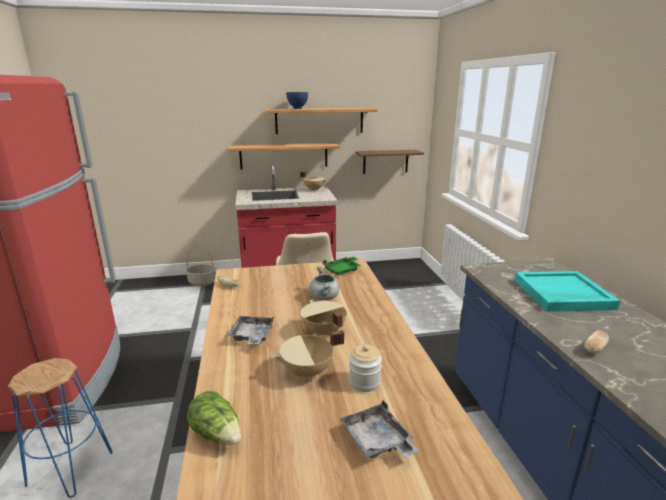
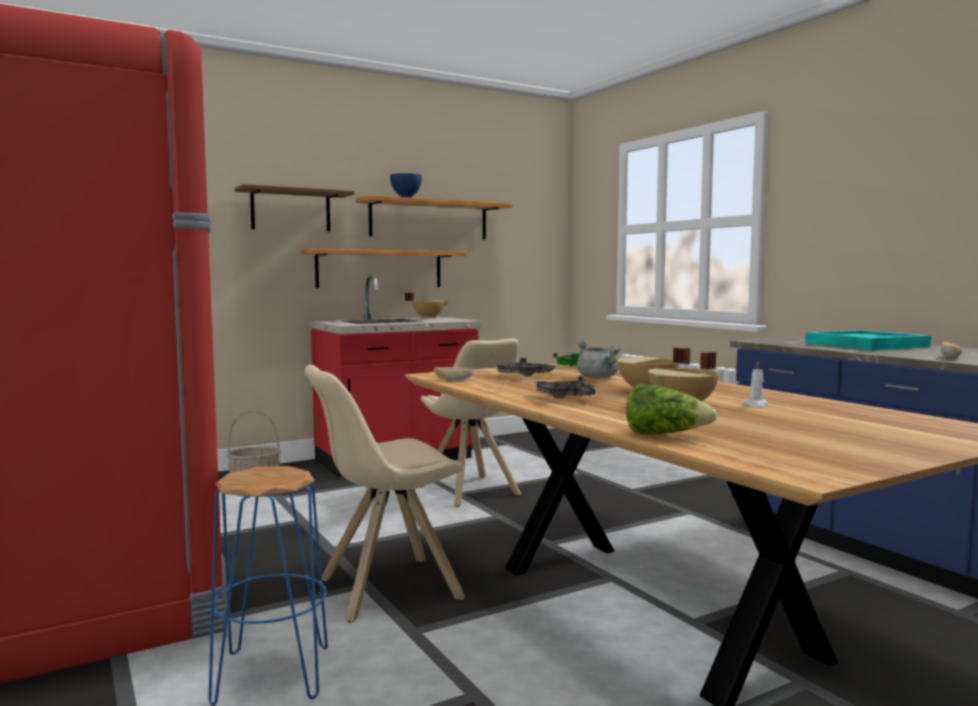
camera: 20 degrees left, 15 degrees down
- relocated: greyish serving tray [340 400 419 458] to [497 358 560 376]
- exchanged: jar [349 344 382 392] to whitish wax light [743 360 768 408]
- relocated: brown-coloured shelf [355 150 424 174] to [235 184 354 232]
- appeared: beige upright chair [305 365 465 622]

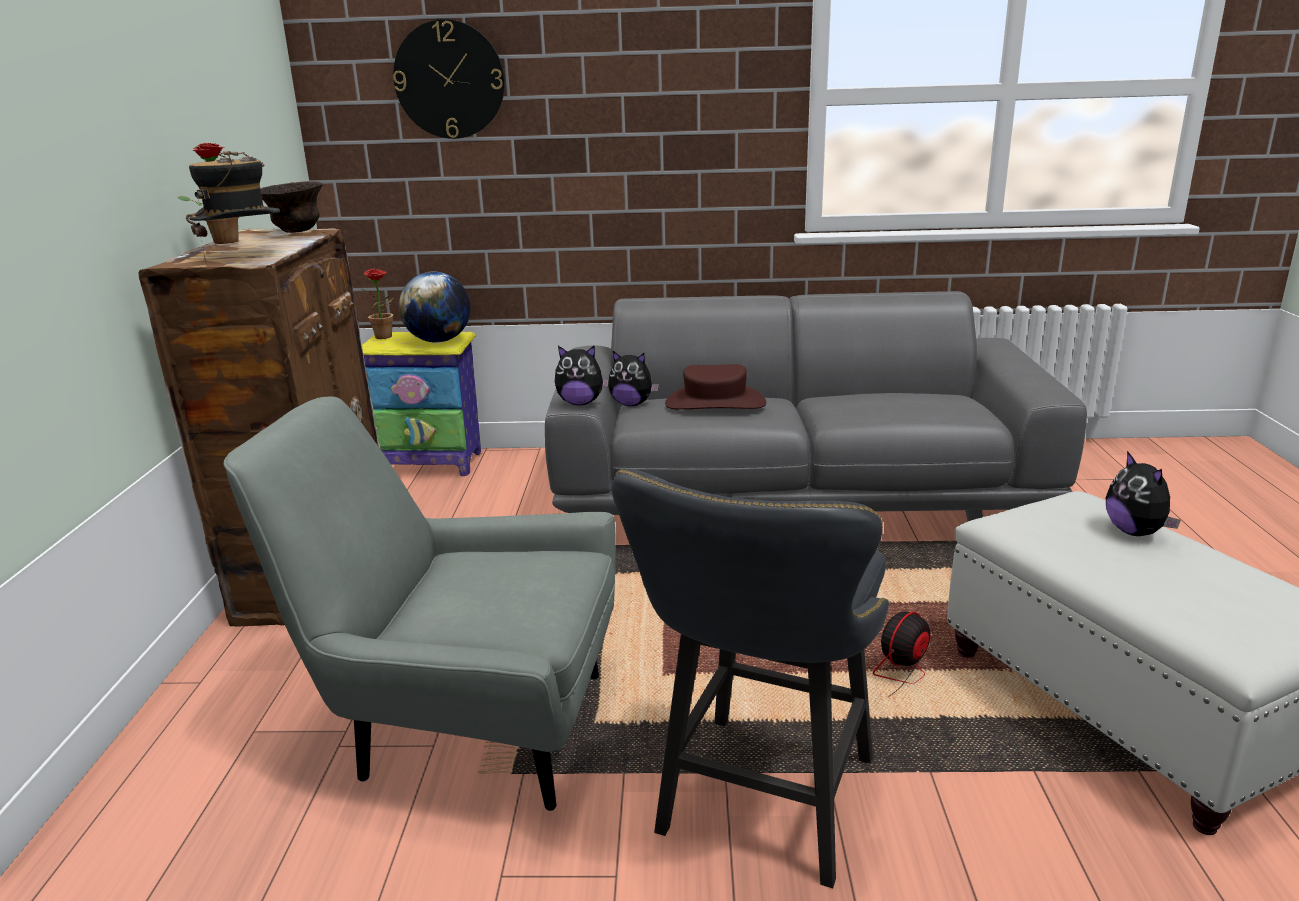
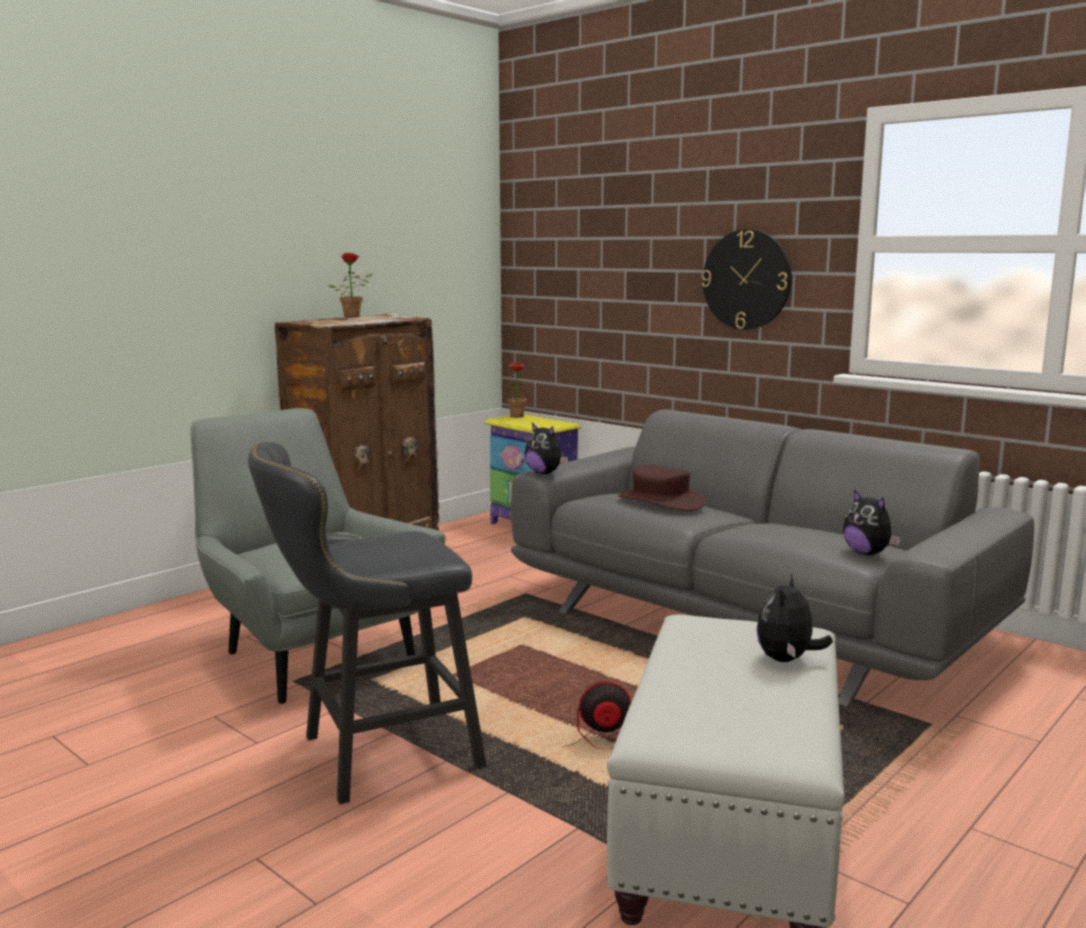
camera: 40 degrees right, 10 degrees down
- missing: clothing hat [186 151 280 264]
- missing: brown-coloured deep dish [260 181 323 233]
- relocated: hanging clock [393 19 505 139] to [701 229 792 330]
- missing: globe [399 272 471 343]
- relocated: cuddly toy [608 351 659 406] to [843 490 901 555]

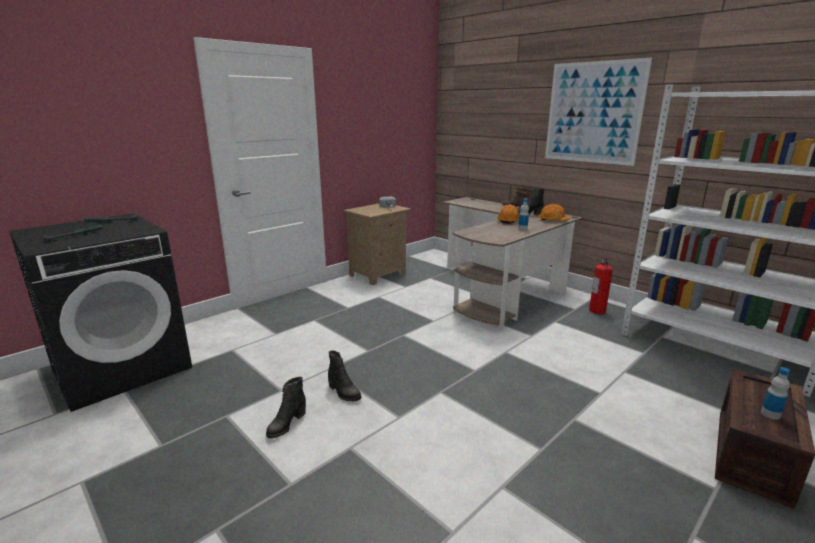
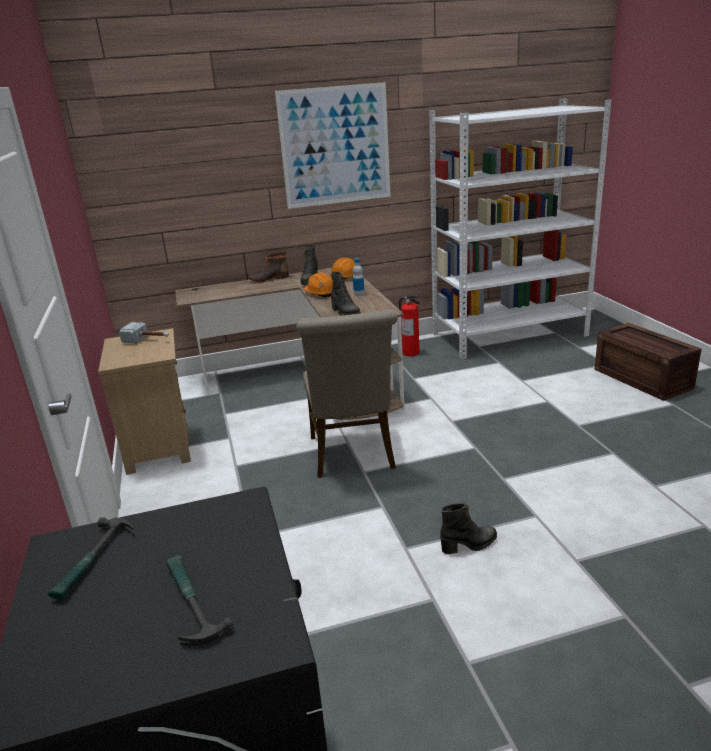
camera: 60 degrees left, 5 degrees up
- relocated: black-coloured tall boot [266 377 306 439] to [331 272 361 316]
- missing: bottle [761 367 790 420]
- appeared: beige upright chair [296 309 398 478]

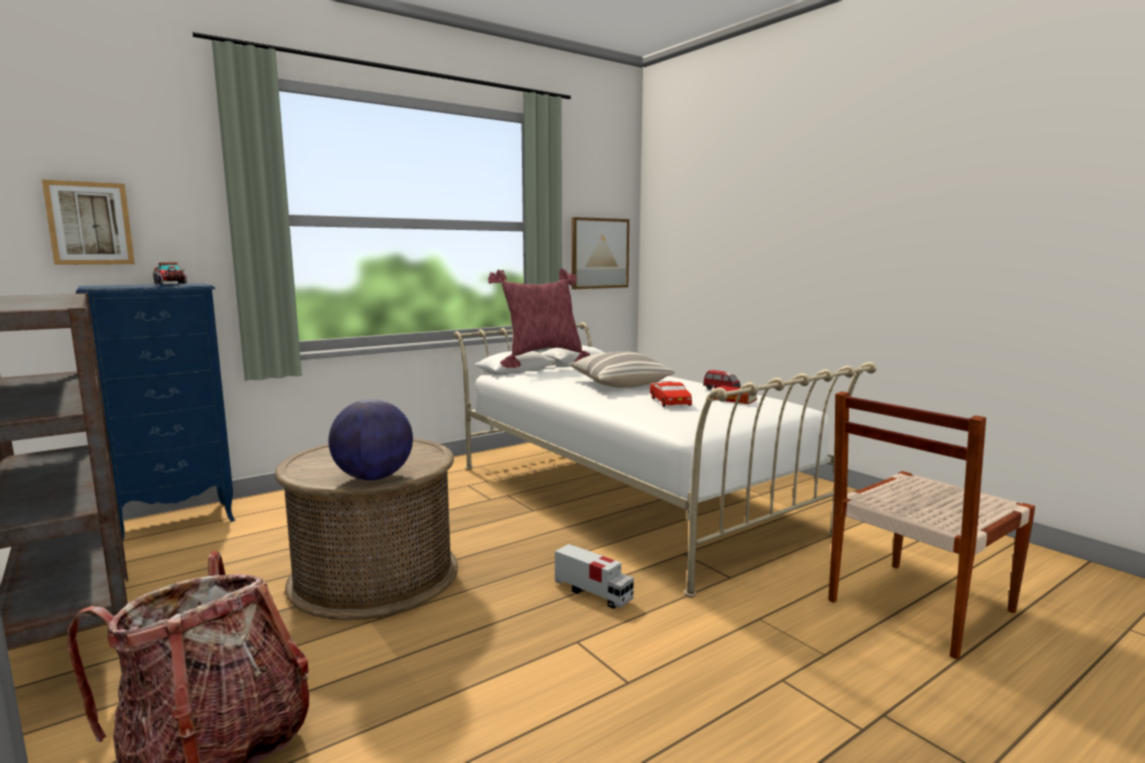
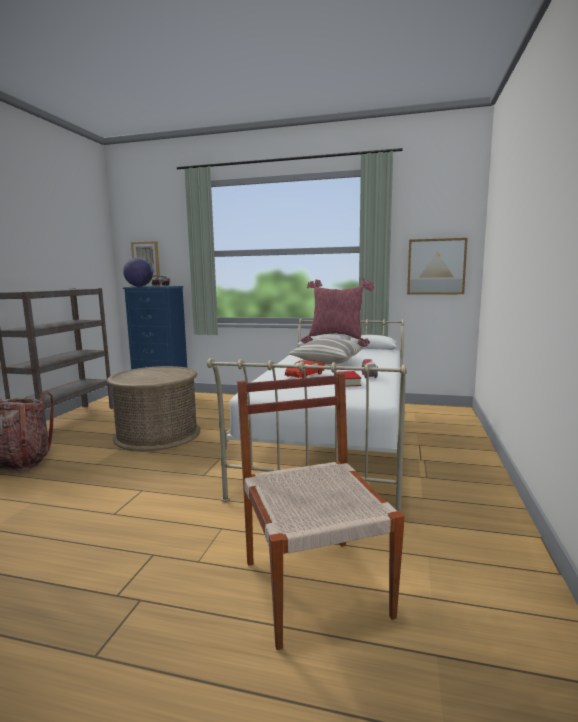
camera: 50 degrees right, 0 degrees up
- relocated: globe [328 399 413 480] to [123 258 153 287]
- missing: model truck [555 544 634 609]
- spun: upright chair [828 391 1035 660] = [237 373 404 650] 60 degrees clockwise

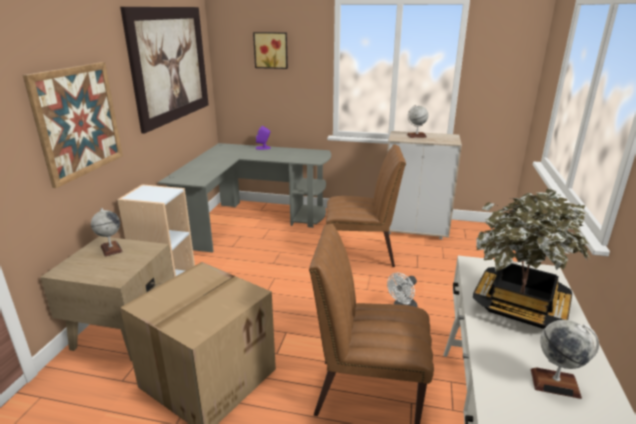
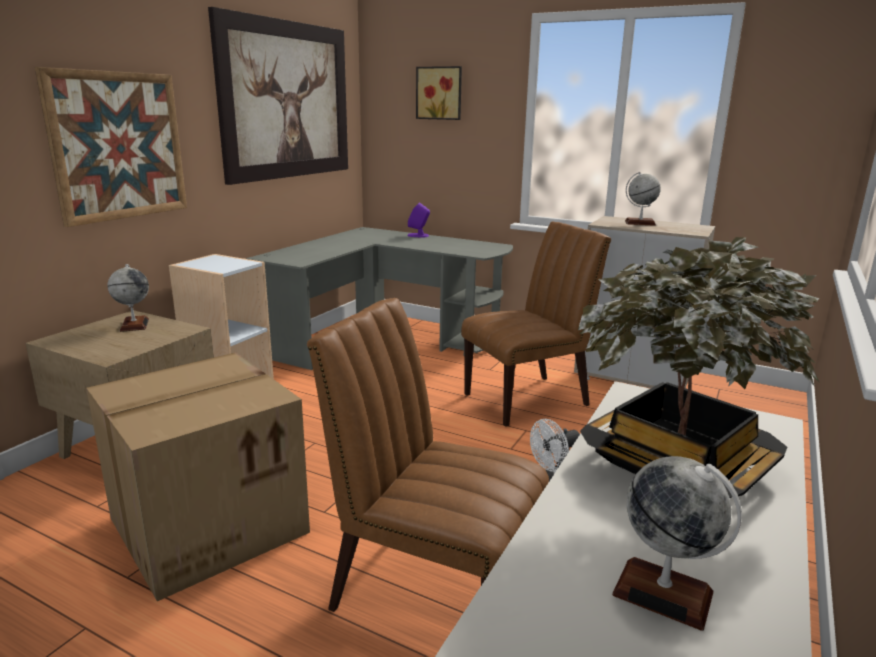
camera: 15 degrees right, 5 degrees down
- spun: brown-coloured upright chair [326 144 406 267] = [461 222 611 427] 45 degrees counterclockwise

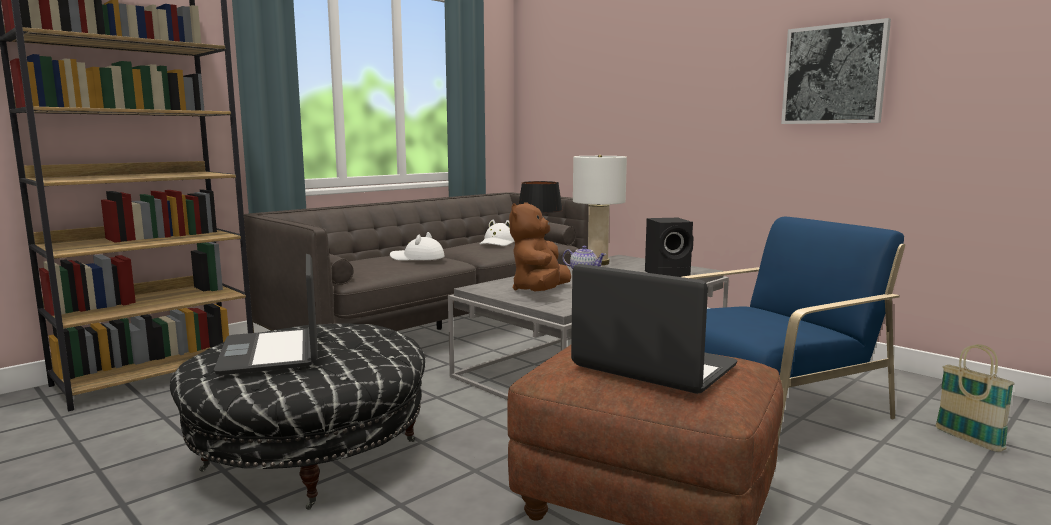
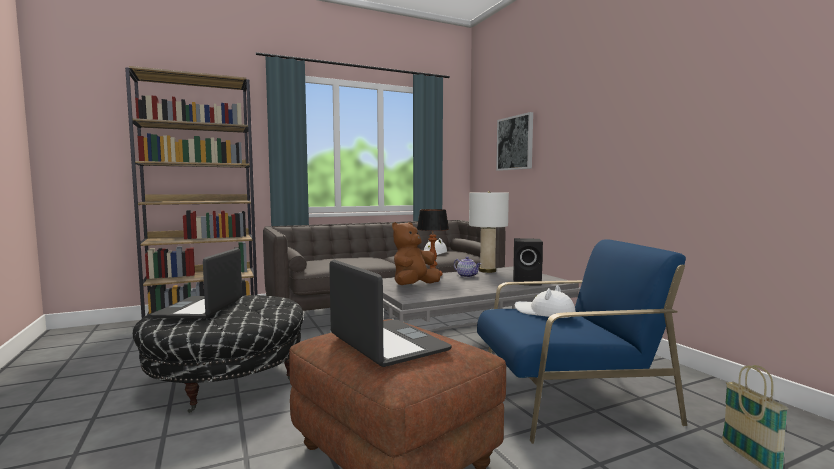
camera: 20 degrees right, 5 degrees down
- relocated: whitish clothing hat [390 232 445 261] to [515 285 576 318]
- relocated: picture [781 18 891 124] to [496 112 533 171]

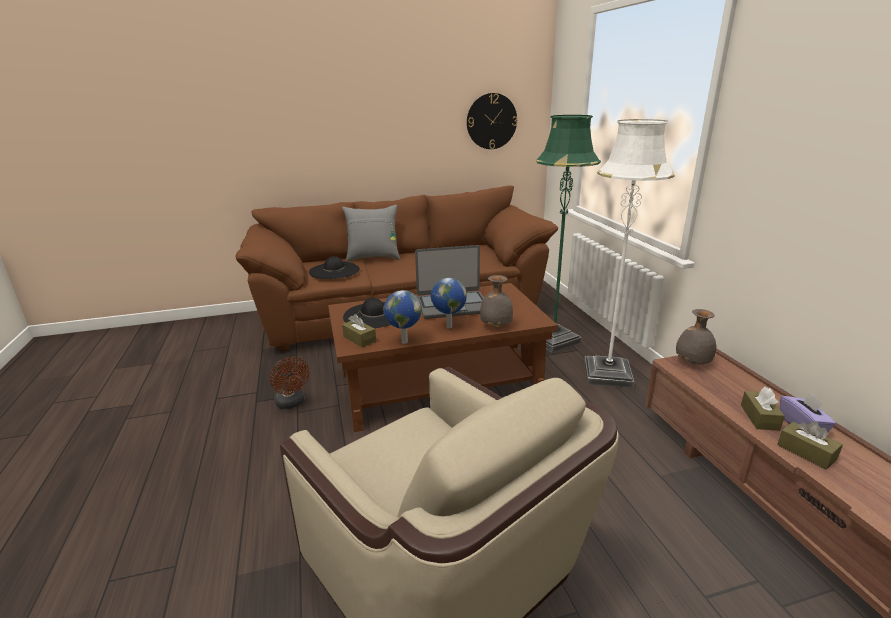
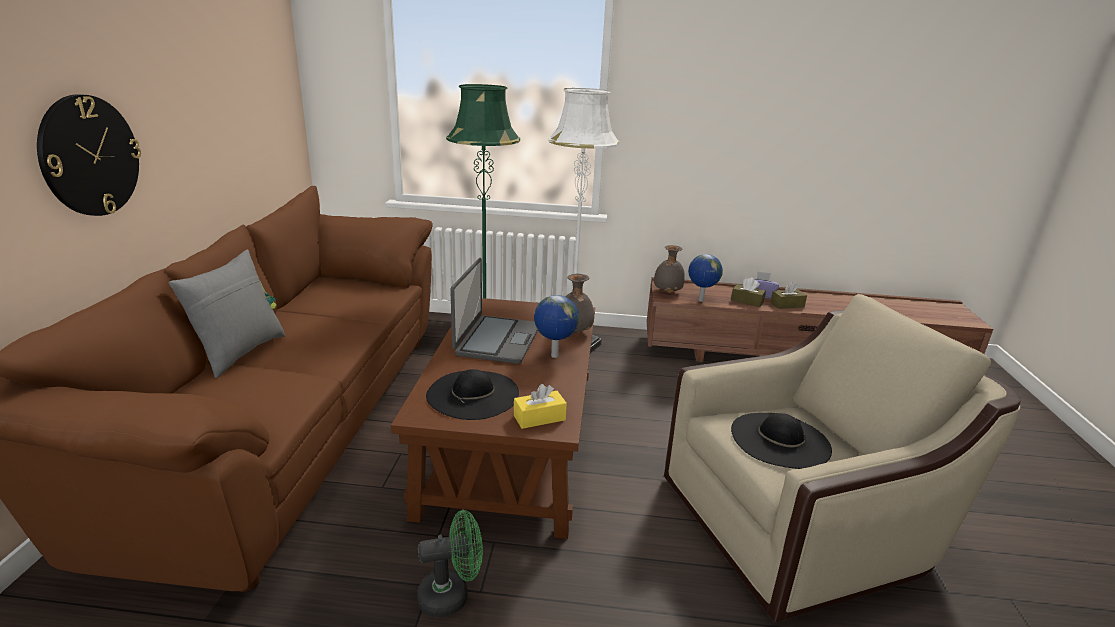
camera: 70 degrees left, 0 degrees up
- colour: brown-coloured cooling fan [270 357 309 409] to green-coloured cooling fan [417 510 483 617]
- relocated: black-coloured clothing hat [309 256 360 279] to [731 413 832 469]
- colour: brown-coloured tissue holder [342 314 376 347] to yellow tissue holder [514 384 567 429]
- relocated: globe [384 290 422 344] to [688 254 723 302]
- relocated: hanging clock [467 93 517 149] to [37 94 141 216]

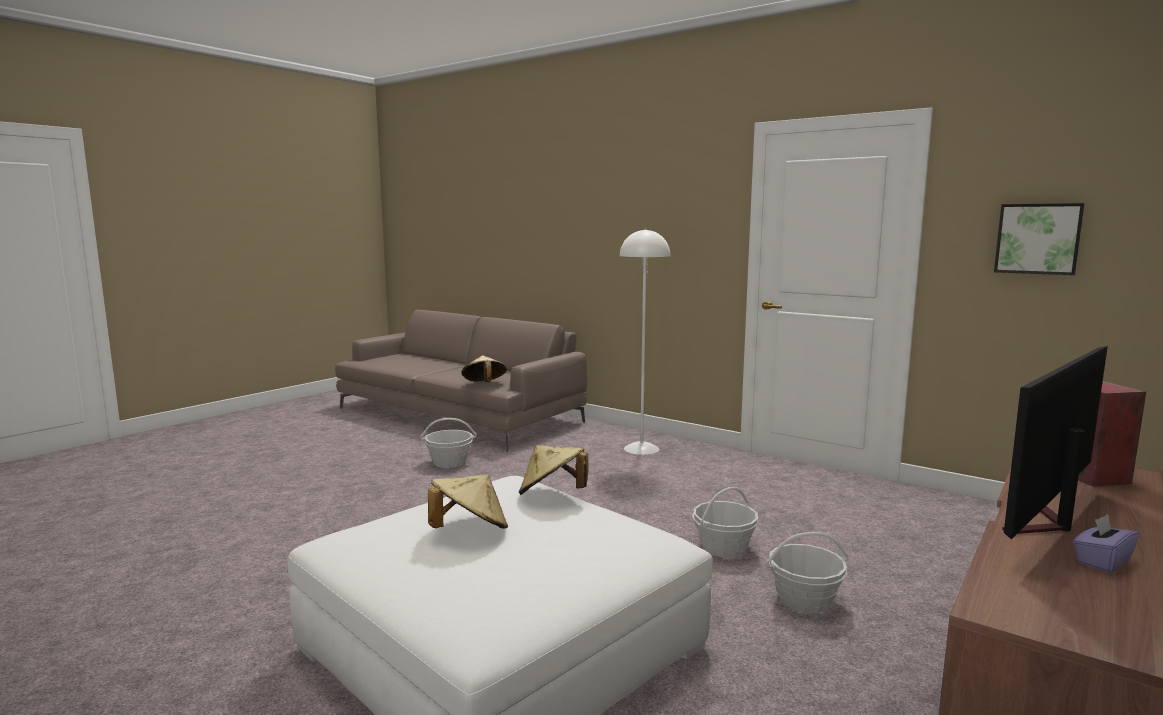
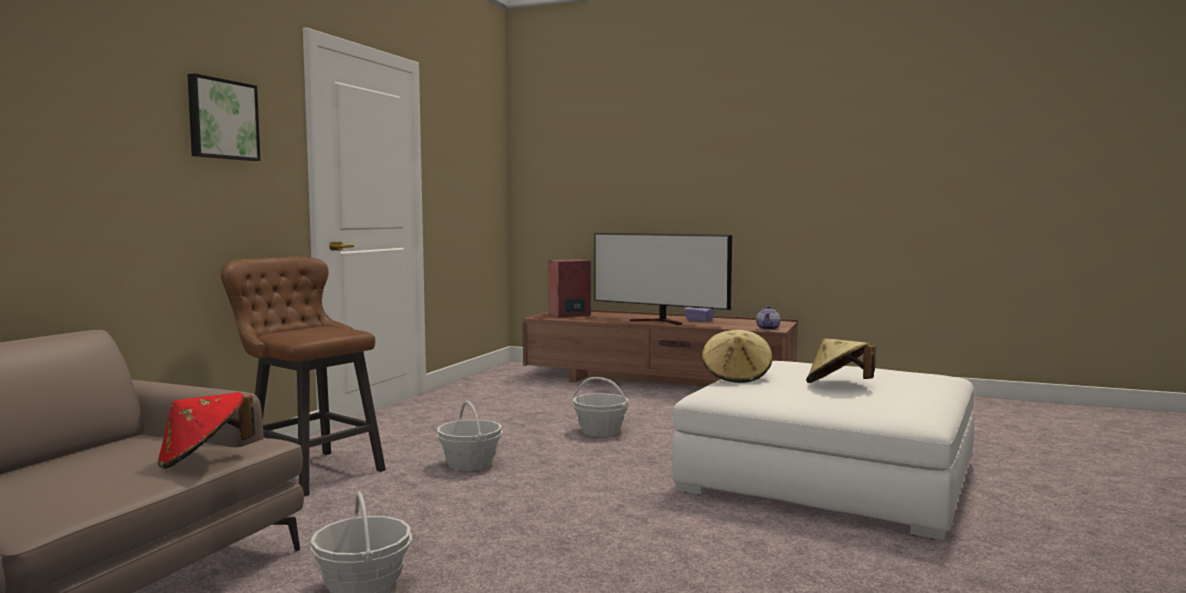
camera: 105 degrees left, 5 degrees down
- colour: beige clothing hat [461 355 507 382] to red-coloured clothing hat [157 392 255 469]
- exchanged: whitish standard lamp [620 229 670 455] to brown-coloured stool [221 256 386 497]
- relocated: basket [766 532 848 613] to [437 401 503 471]
- relocated: picture [994 203 1084 275] to [187 73 260 161]
- appeared: pot for tea [756 306 781 330]

